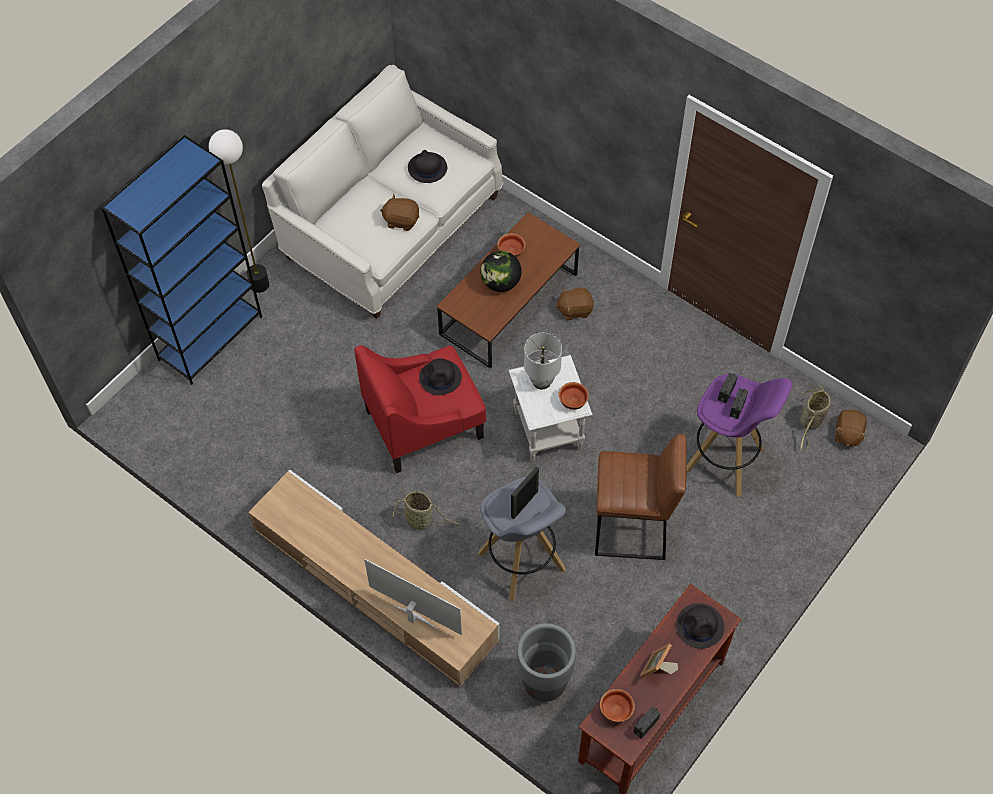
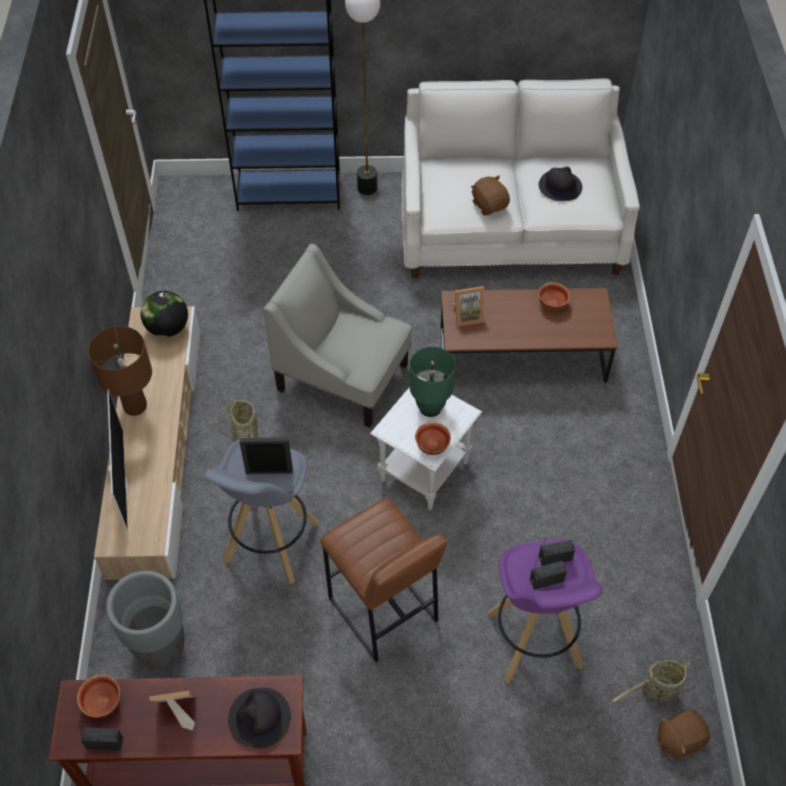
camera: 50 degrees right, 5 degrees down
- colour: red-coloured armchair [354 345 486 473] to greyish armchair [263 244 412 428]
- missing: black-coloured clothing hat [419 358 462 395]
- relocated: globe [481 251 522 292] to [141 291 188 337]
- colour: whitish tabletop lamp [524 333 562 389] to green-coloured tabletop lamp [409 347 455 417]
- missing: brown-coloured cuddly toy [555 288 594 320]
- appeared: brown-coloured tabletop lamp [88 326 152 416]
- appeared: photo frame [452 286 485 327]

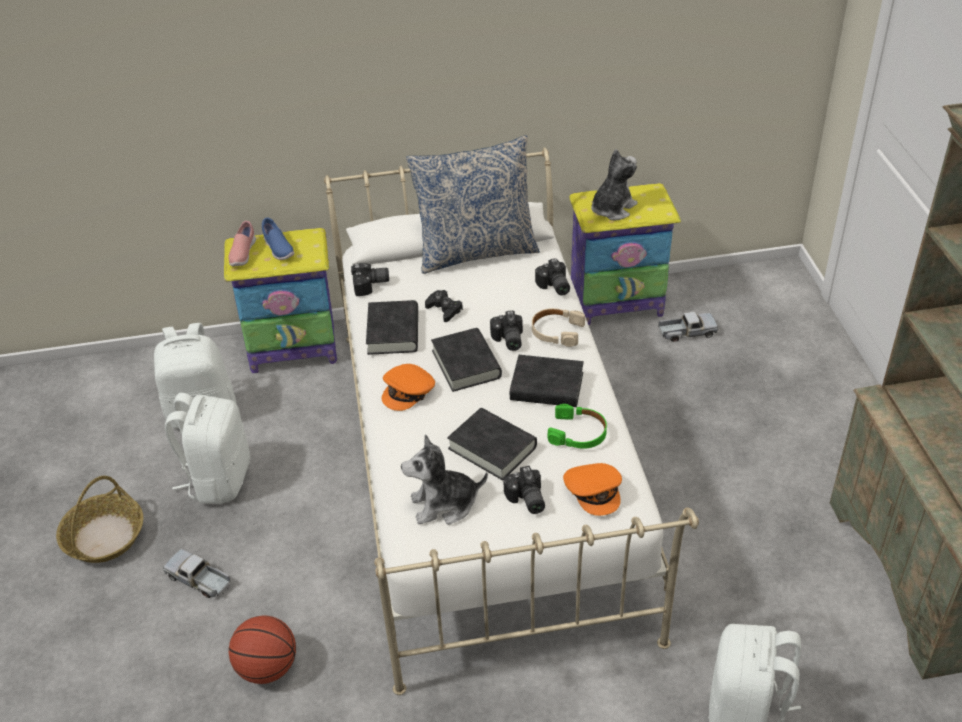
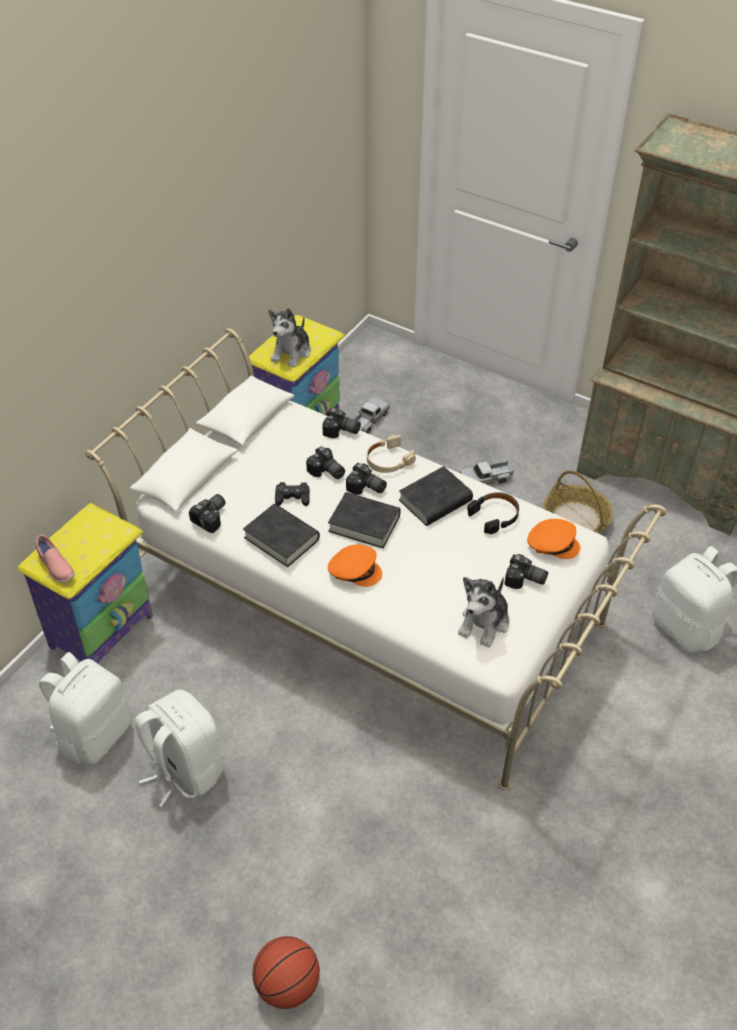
camera: 50 degrees left, 5 degrees up
- relocated: basket [56 476 143 563] to [543 471 613 533]
- relocated: model truck [163 549 231 598] to [459 461 513 485]
- relocated: basketball [229 615 296 684] to [252 936 320 1009]
- missing: bluish shoe [262 218 294 260]
- spun: orange cap [382 364 435 411] = [328 545 382 587] 60 degrees counterclockwise
- missing: cushion [406 135 540 274]
- missing: black-coloured bound book [447 408 537 480]
- colour: green-coloured headphones [547 404 607 449] to black-coloured headphones [467 492 519 534]
- spun: cuddly toy [591 149 638 220] = [269 308 311 368] 150 degrees counterclockwise
- appeared: still camera [306 446 345 479]

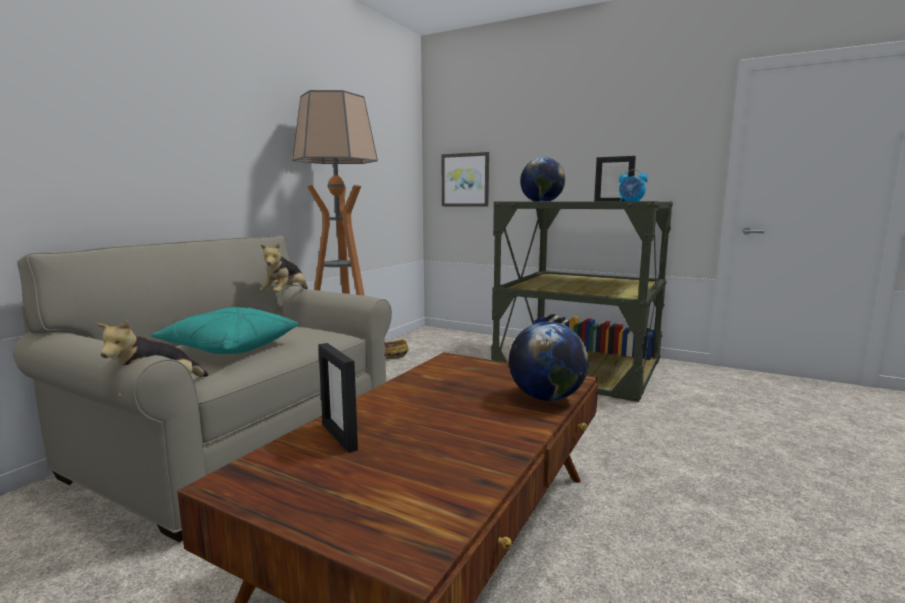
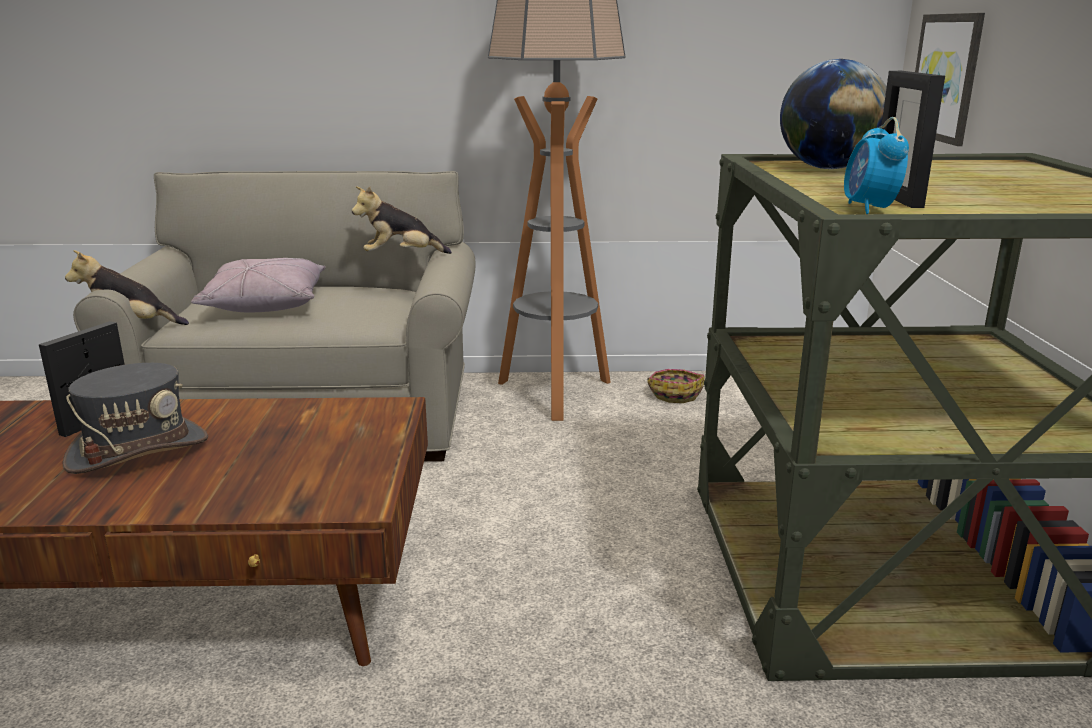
camera: 60 degrees right, 10 degrees up
- colour: blue-green cushion [151 307 299 354] to purplish cushion [191 258 326 312]
- missing: globe [509 322 589 401]
- appeared: greyish clothing hat [62 363 208 474]

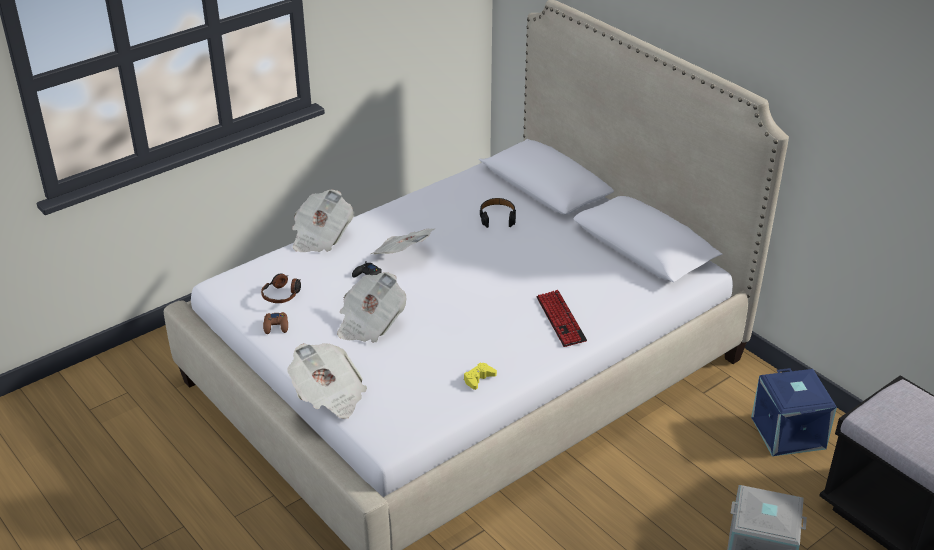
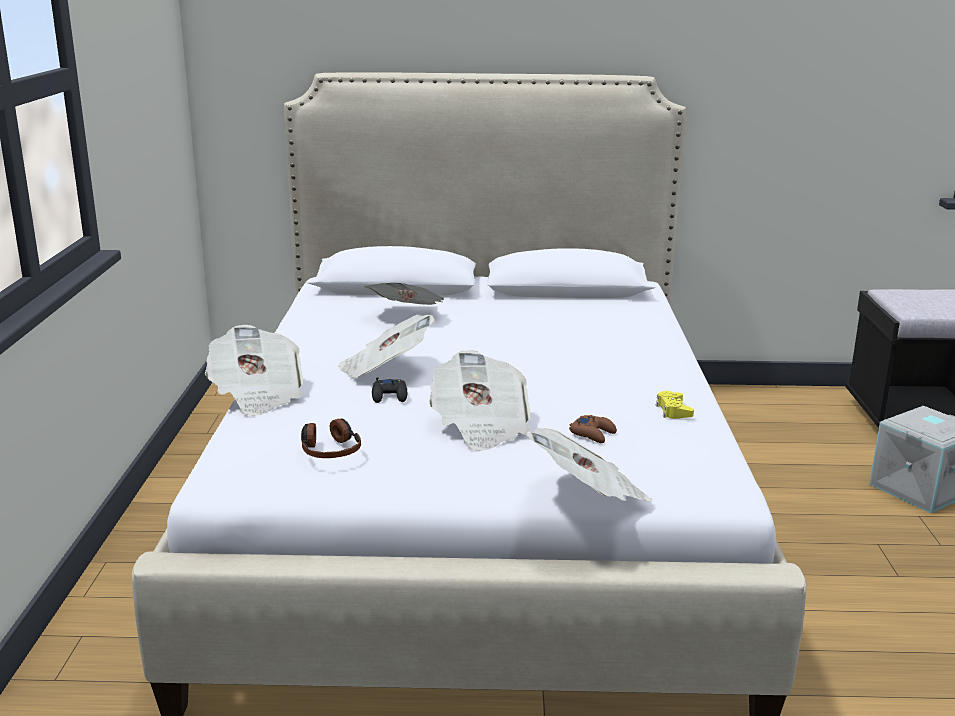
camera: 50 degrees left, 15 degrees down
- relocated: brown-coloured gamepad [263 312 288 334] to [569 415 617 443]
- exchanged: black-coloured headphones [480 198 516 228] to newspaper [364 283 444 305]
- missing: PC keyboard [536 290 587 347]
- missing: bluish storage bin [751 368 837 456]

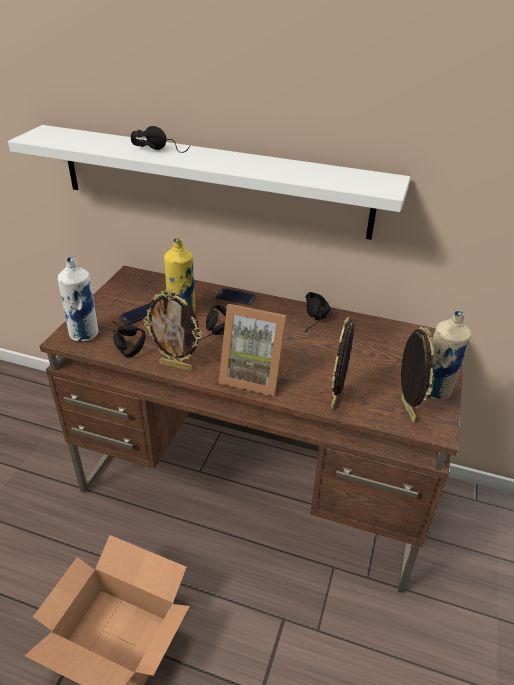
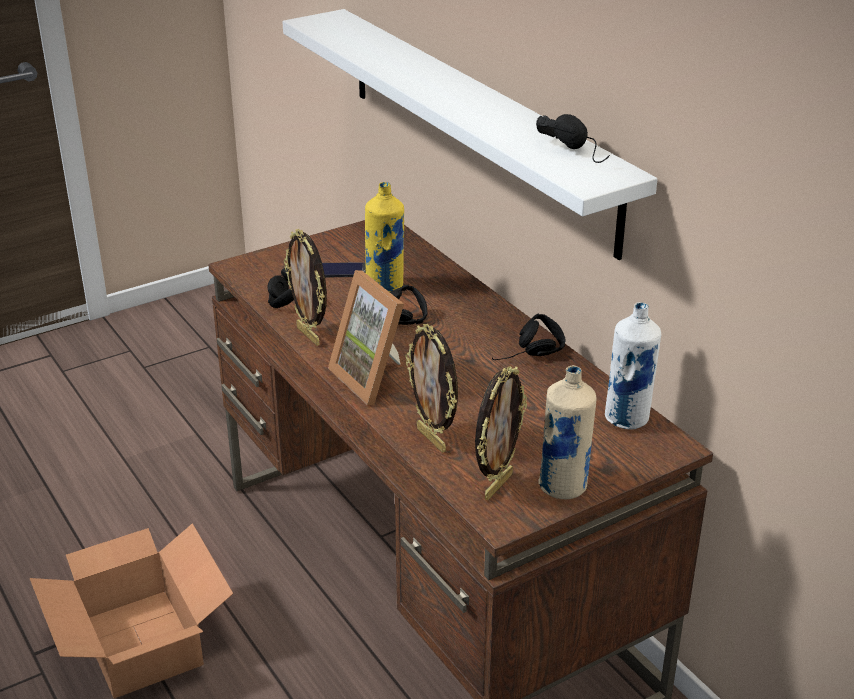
camera: 40 degrees right, 5 degrees down
- relocated: whitish bottle [58 257 98 341] to [605 302 661 430]
- relocated: black-coloured headphones [131 126 190 153] to [536 114 610 163]
- missing: telephone [216 288 256 305]
- spun: photo frame [331 317 354 410] = [405 324 458 453] 90 degrees counterclockwise

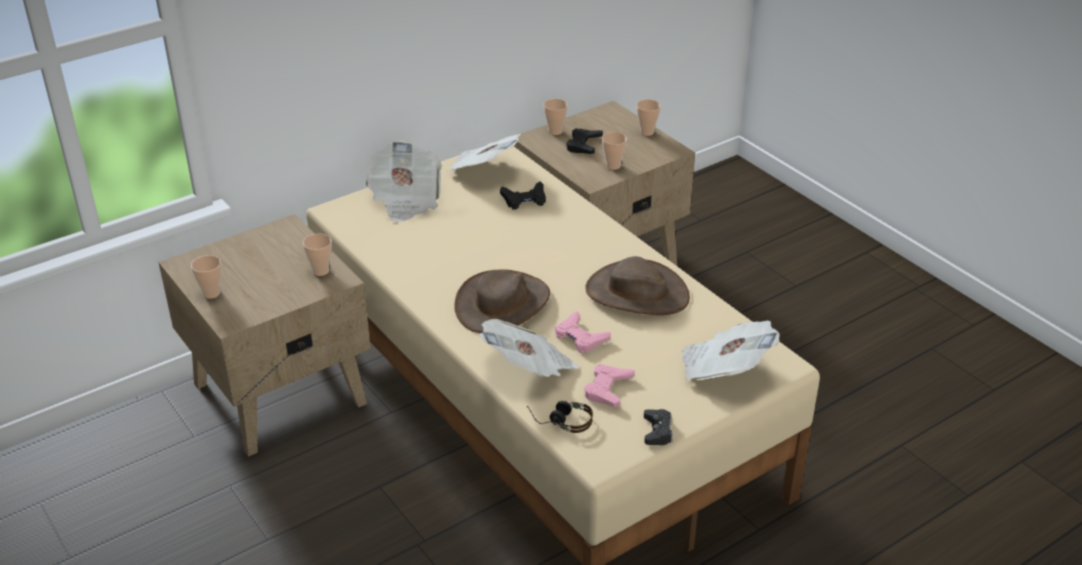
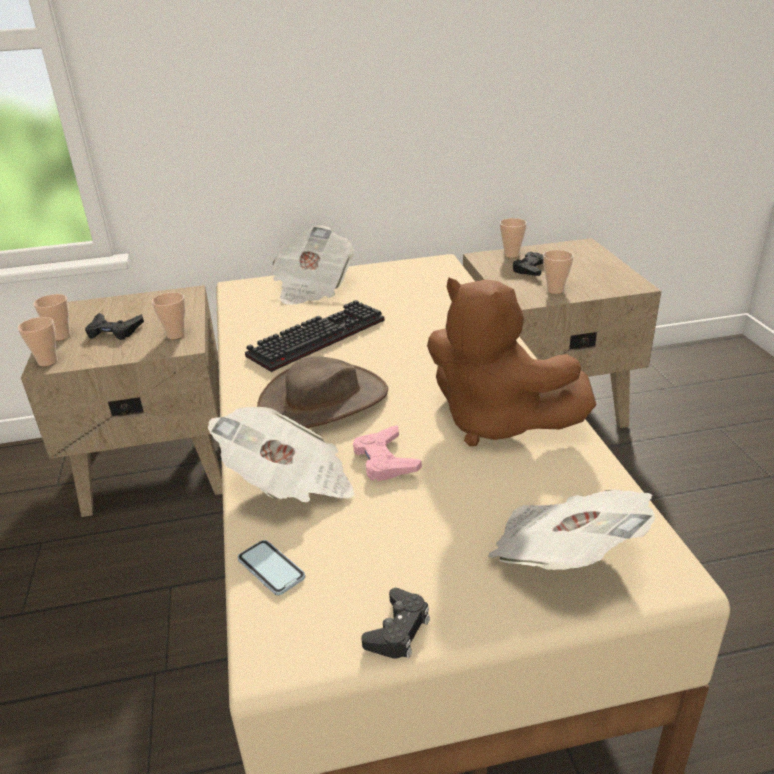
camera: 25 degrees right, 5 degrees down
- missing: newspaper [447 134 521 171]
- relocated: black-coloured gamepad [500 181 546 210] to [85 313 144 340]
- exchanged: headphones [527 401 593 433] to telephone [238 540 305 595]
- missing: pinkish gamepad [584 364 635 407]
- exchanged: brown-coloured clothing hat [585 256 690 315] to brown-coloured cuddly toy [427 278 597 446]
- relocated: cup [636 99 661 136] to [18 317 58 366]
- appeared: PC keyboard [245 300 385 372]

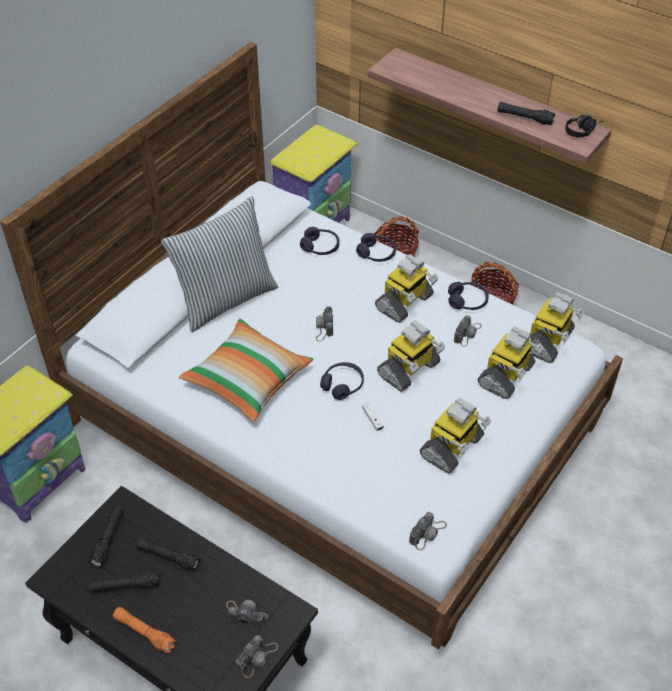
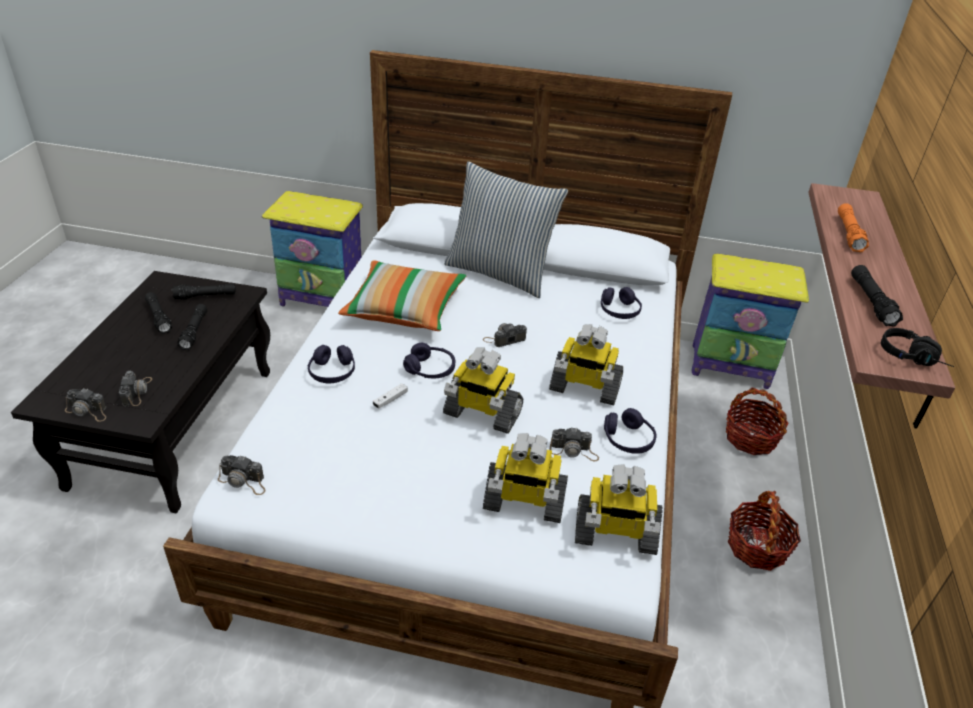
camera: 65 degrees right, 10 degrees down
- relocated: orange flashlight [113 607 176 653] to [838 203 869 252]
- relocated: purplish headphones [356 233 396 262] to [308 345 355 384]
- missing: model robot [420 398 492 473]

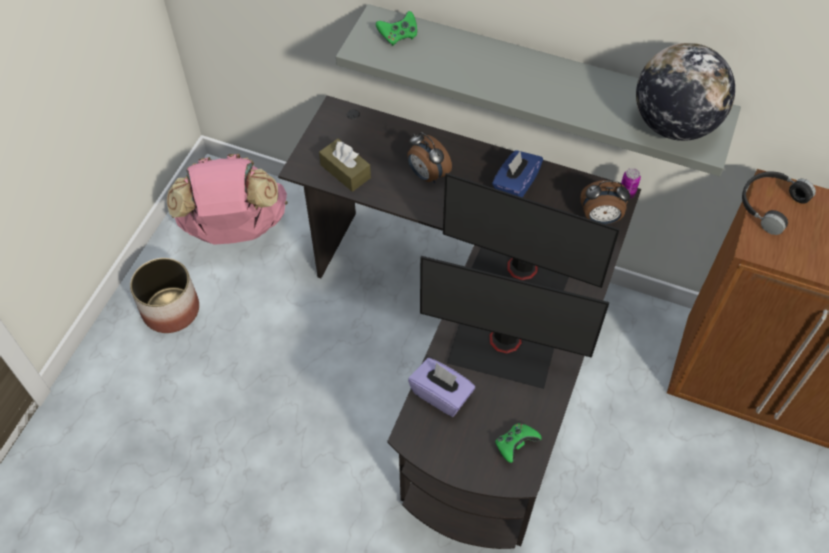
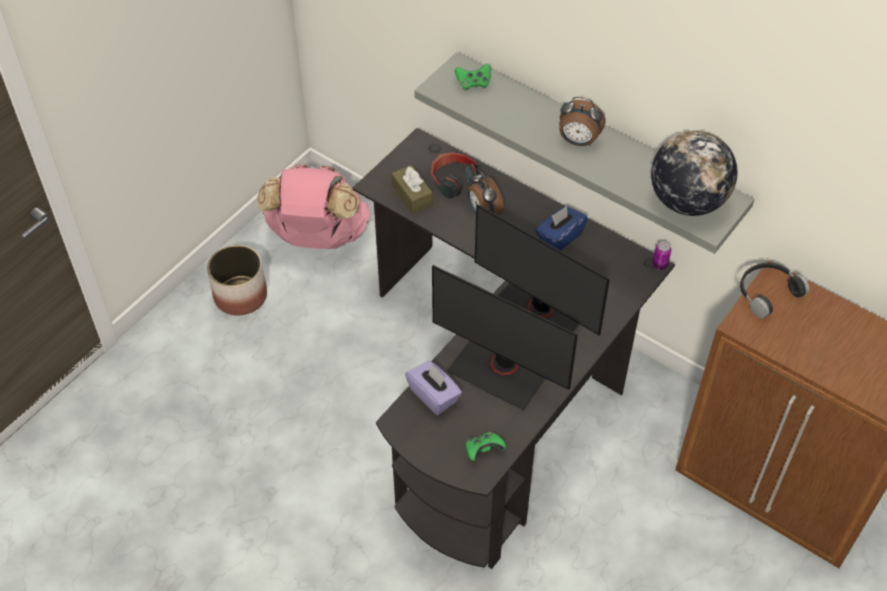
camera: 15 degrees right, 5 degrees down
- relocated: table clock [581 180 630 224] to [559 97 606 146]
- appeared: headphones [431 152 481 199]

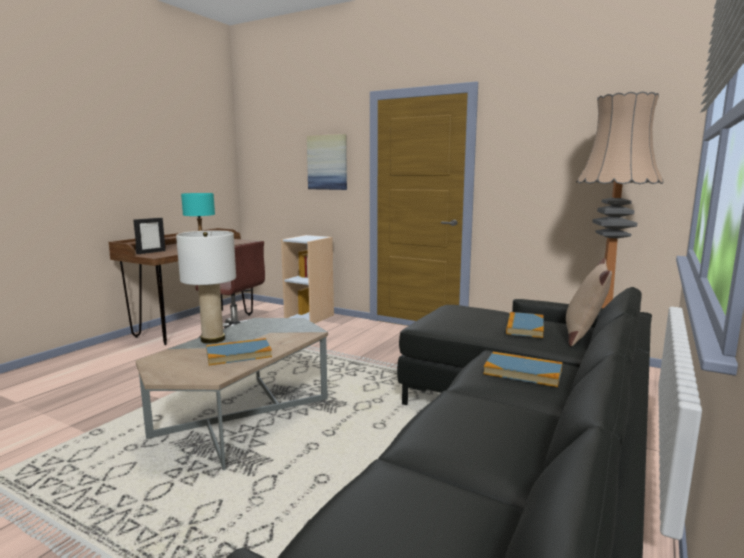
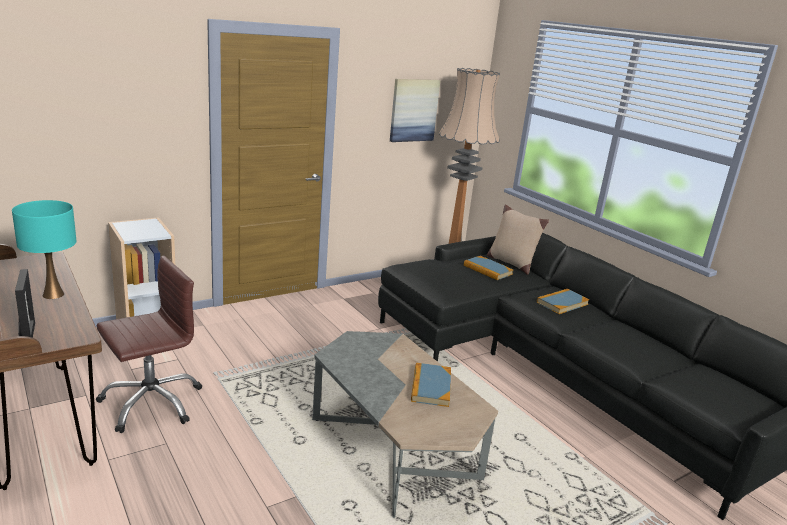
camera: 65 degrees left, 10 degrees up
- missing: whitish tabletop lamp [176 231 236 344]
- relocated: picture [307 134 347 190] to [390 79 440 142]

